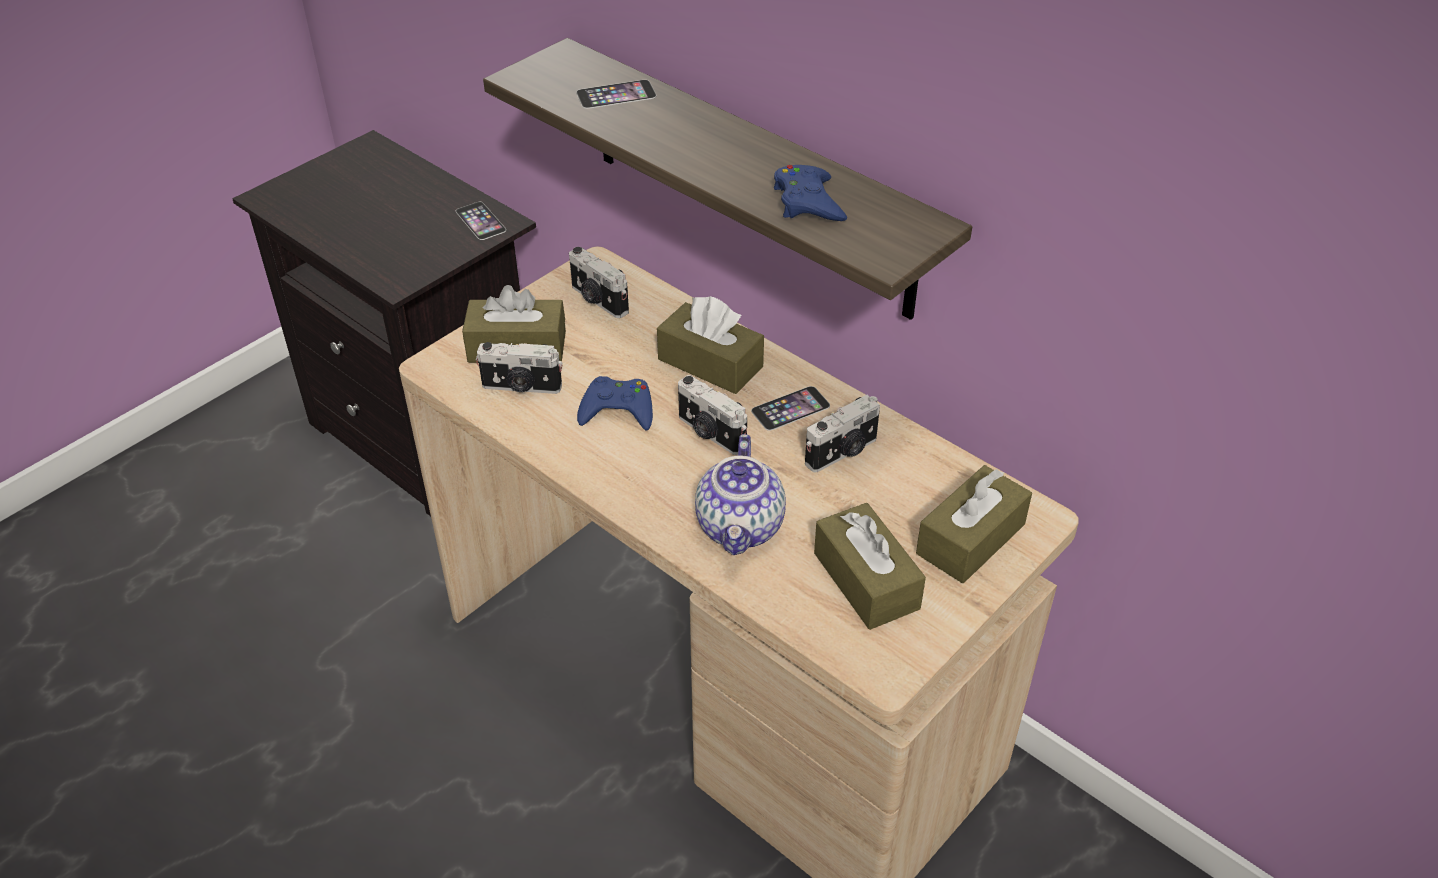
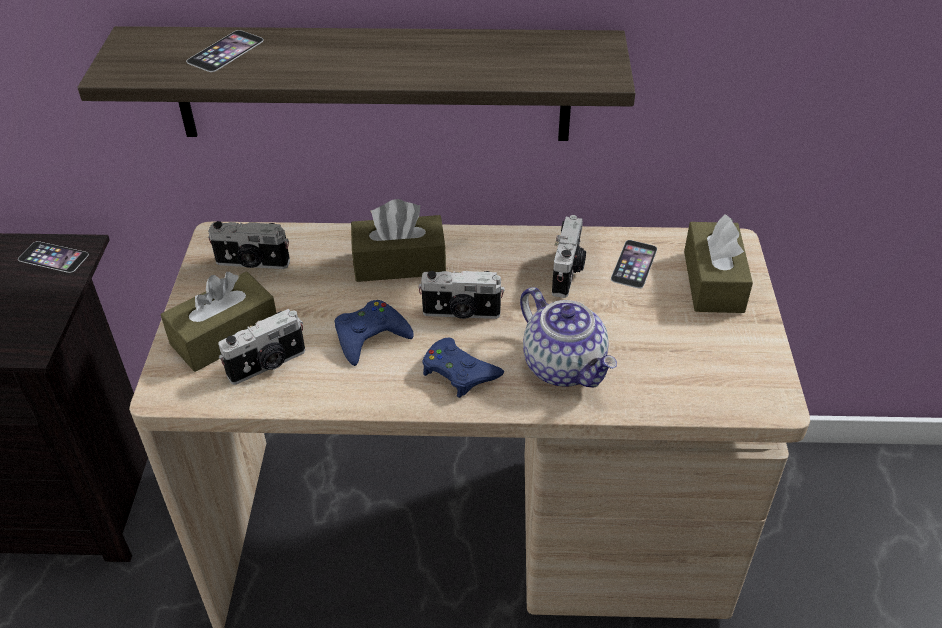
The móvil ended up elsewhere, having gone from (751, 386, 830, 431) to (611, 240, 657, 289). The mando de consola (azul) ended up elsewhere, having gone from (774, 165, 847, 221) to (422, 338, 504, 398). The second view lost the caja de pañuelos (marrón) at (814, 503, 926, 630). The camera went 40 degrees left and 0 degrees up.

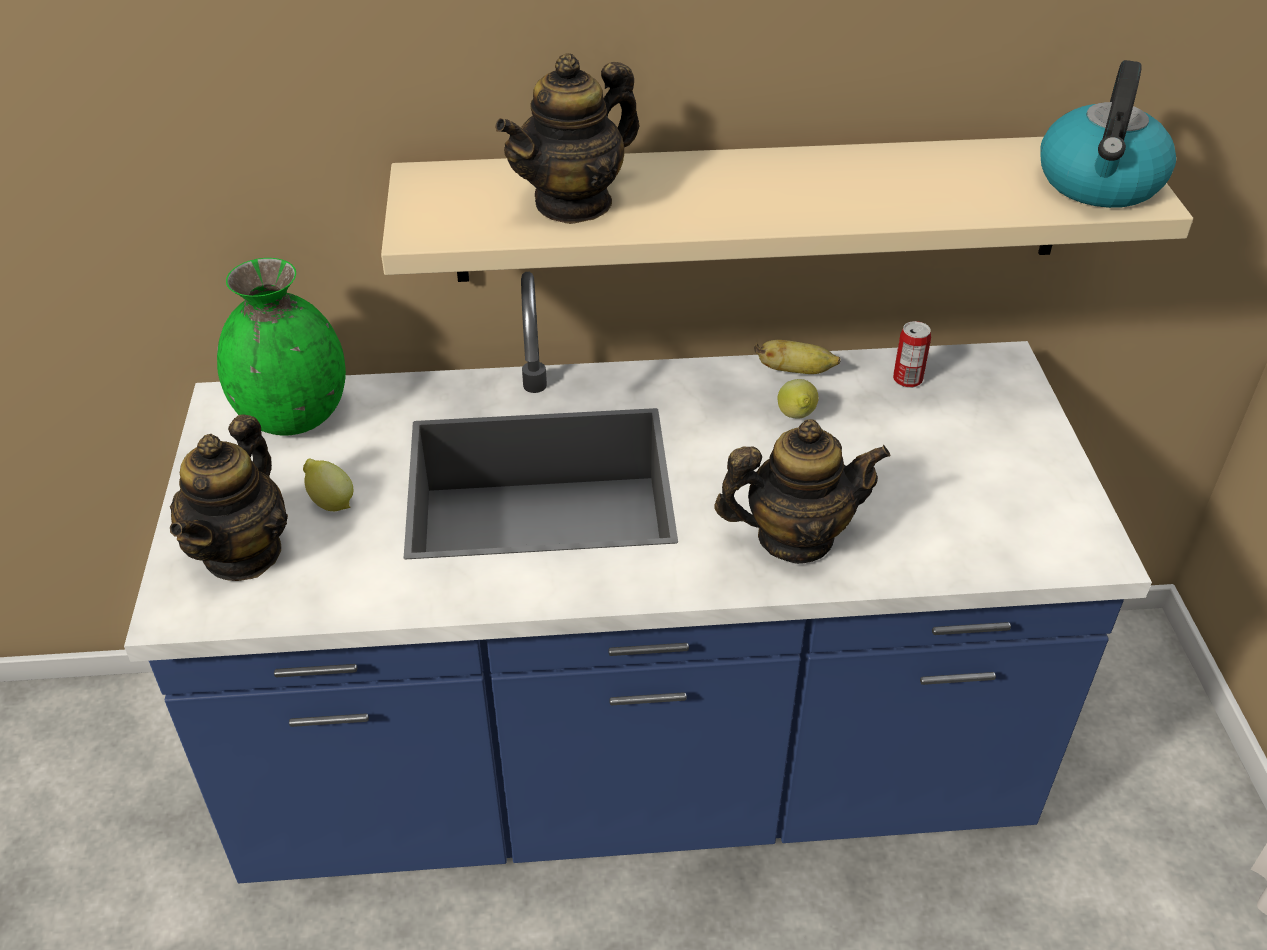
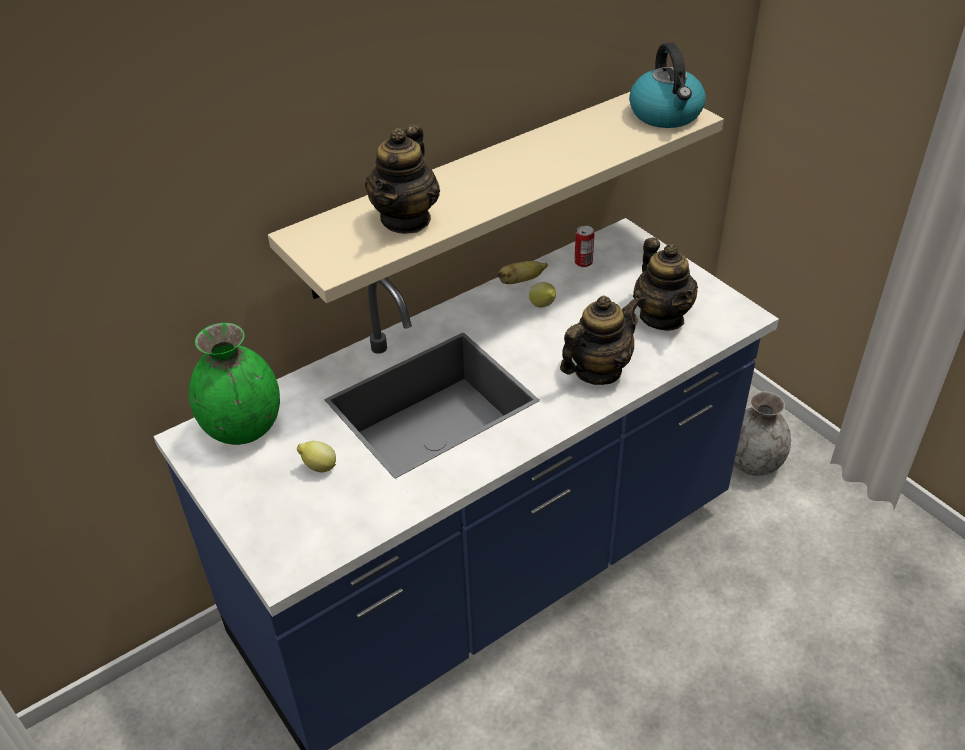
The tetera ended up elsewhere, having gone from (170, 415, 288, 581) to (633, 237, 698, 331). The second view gained the florero (gris) at (734, 392, 791, 476). The camera went 30 degrees left and 0 degrees up.

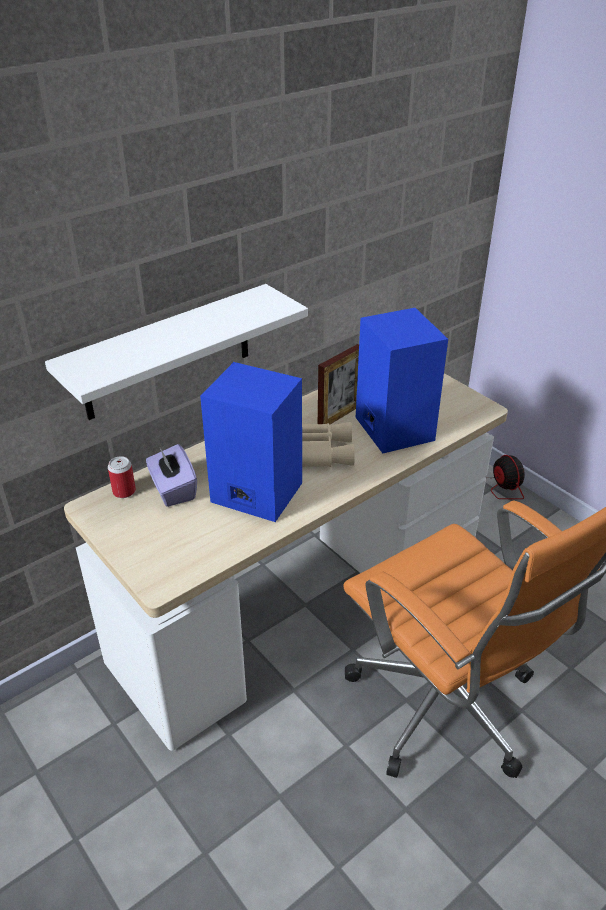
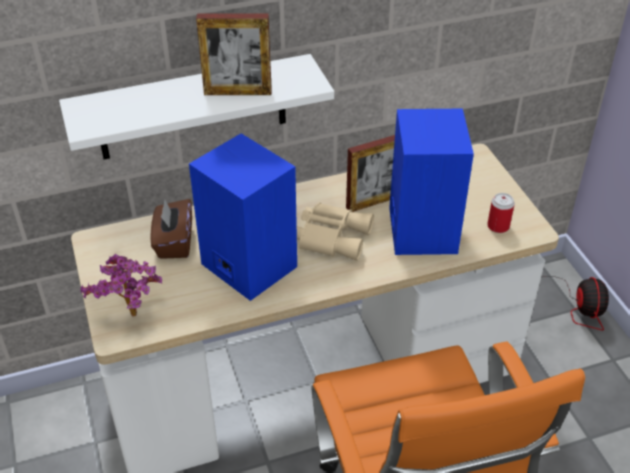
The lata ended up elsewhere, having gone from (108, 456, 136, 498) to (487, 193, 515, 233). What was the caja de pañuelos (morado) at (146, 444, 197, 507) turned into the caja de pañuelos (marrón) at (150, 199, 192, 259). The second view gained the planta en maceta at (81, 254, 162, 317). The second view gained the portarretratos at (196, 14, 272, 95). The camera went 20 degrees right and 5 degrees up.

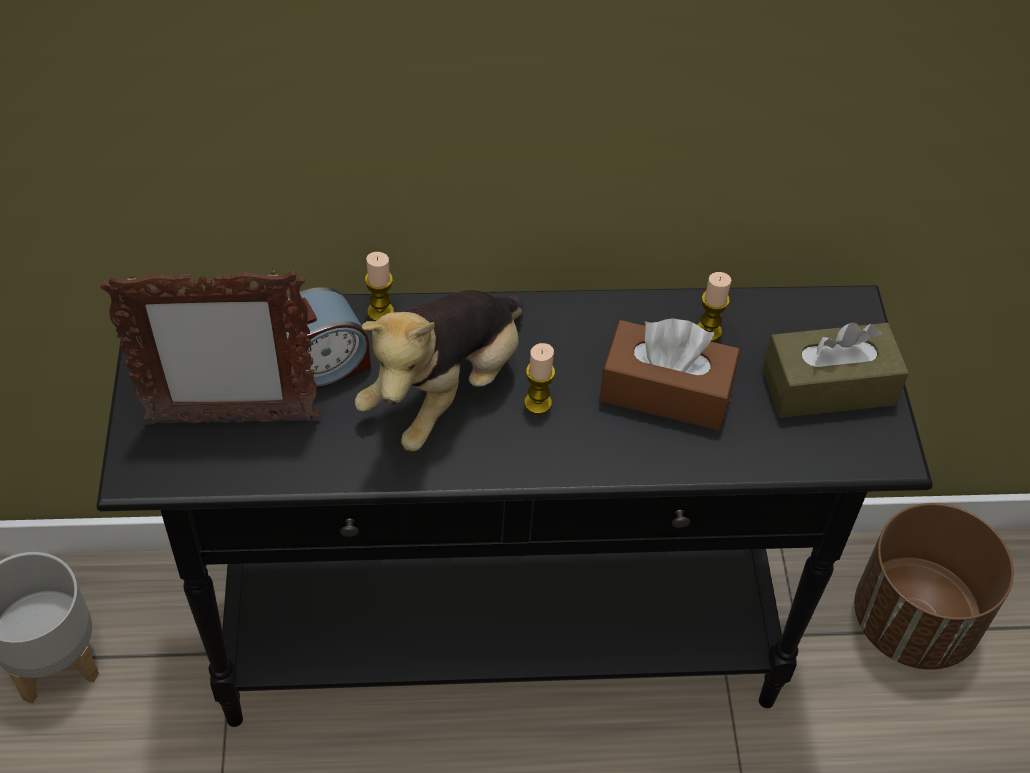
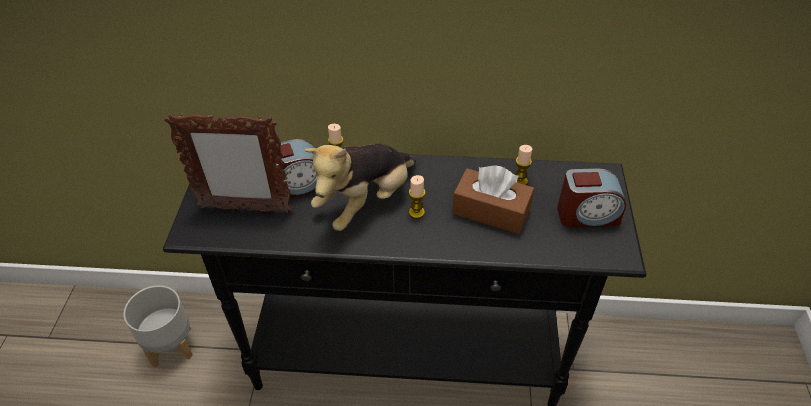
Where the caja de pañuelos (marrón) stood at (762, 323, 909, 418), the despertador came to stand at (557, 168, 626, 227). The second view lost the maceta (marrón) at (855, 503, 1014, 670). The camera went 10 degrees right and 5 degrees down.

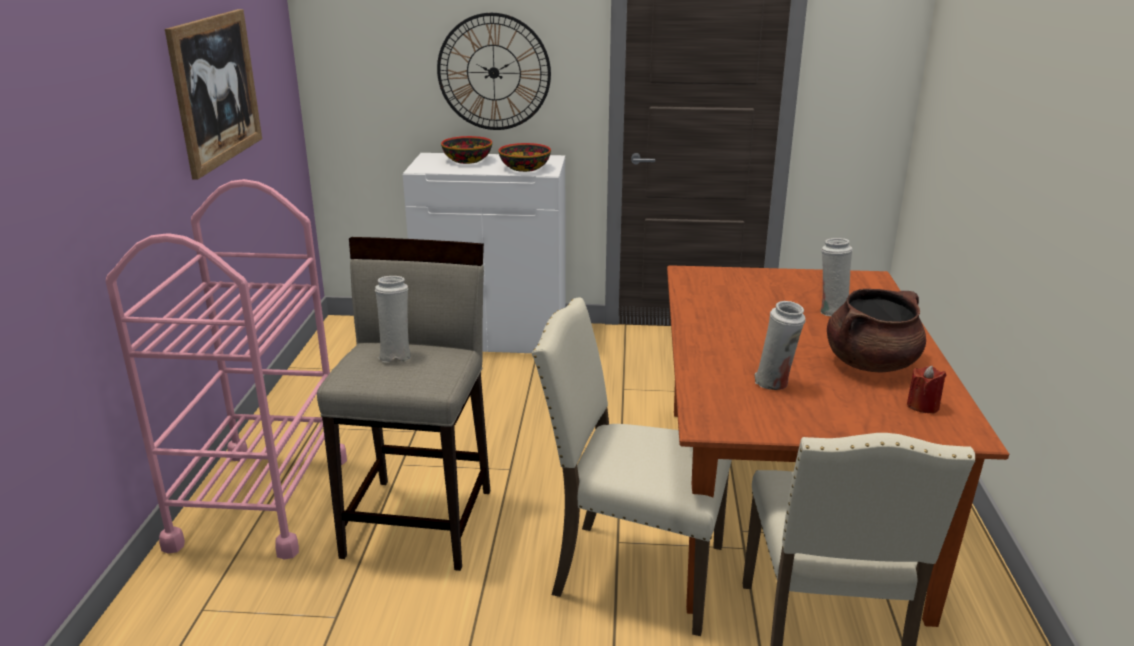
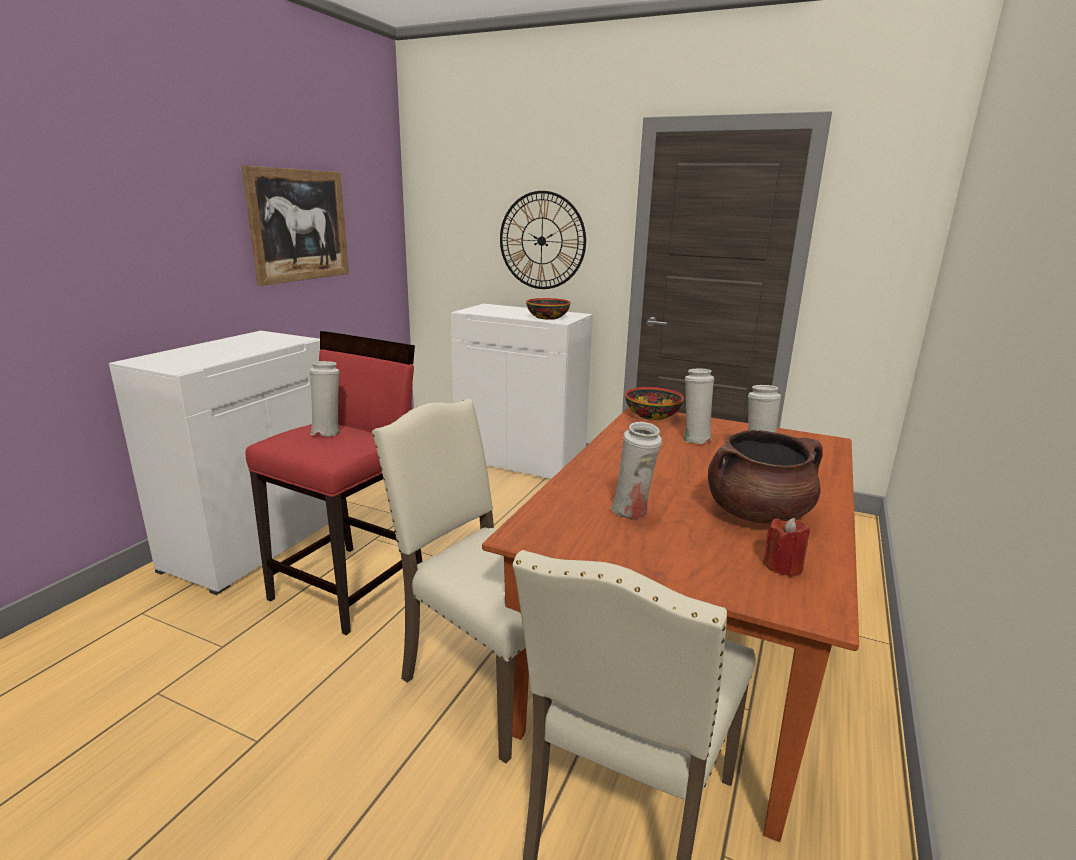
Where the carrito (rosa) stood at (106, 179, 347, 559), the armario (blanco) came to stand at (109, 331, 329, 595). What was the taburete (beis) at (317, 237, 490, 571) turned into the taburete (rojo) at (246, 331, 422, 635). The cuenco ended up elsewhere, having gone from (441, 136, 492, 164) to (625, 387, 684, 420). The second view gained the florero (blanco) at (683, 369, 714, 444). The camera went 20 degrees right and 5 degrees down.

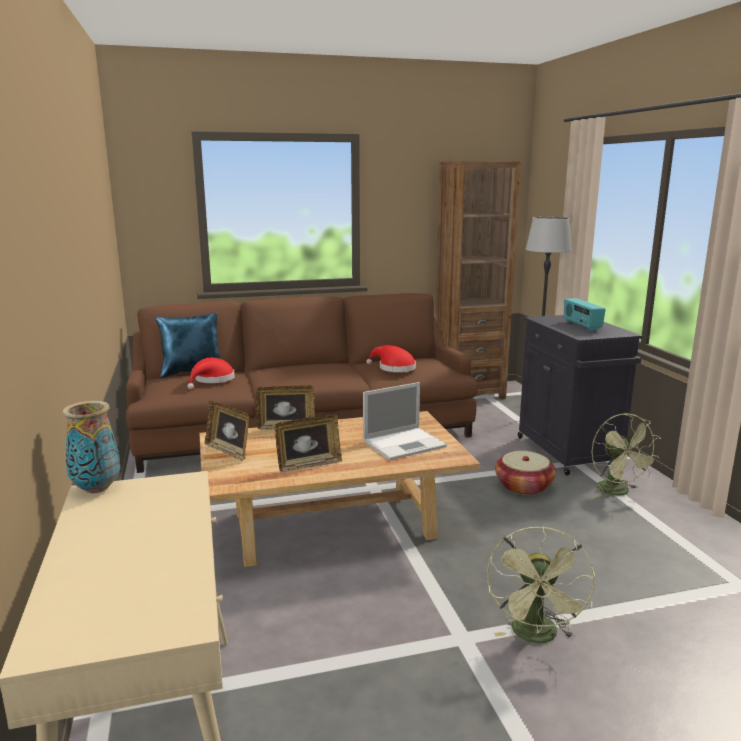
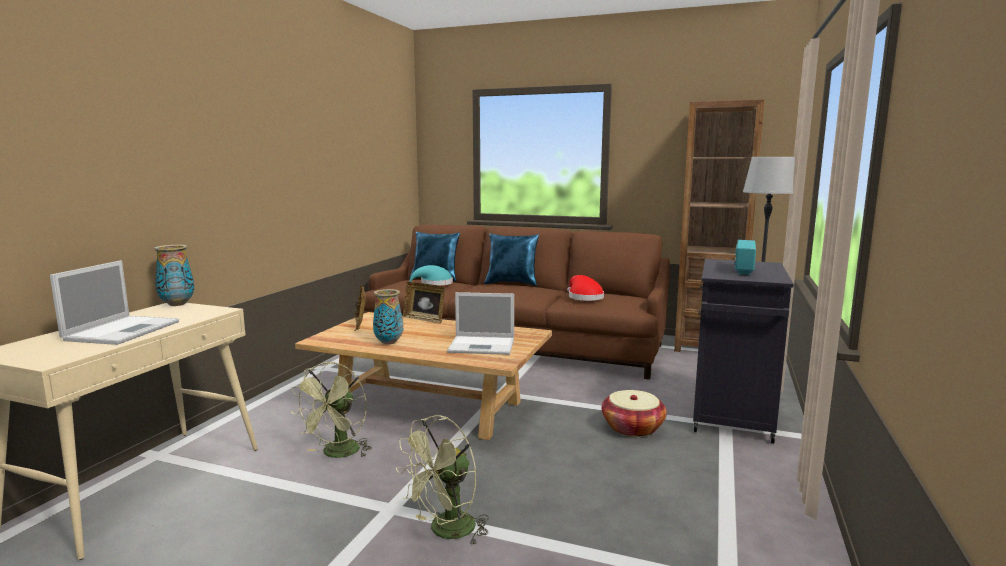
What was the sombrero (rojo) at (188, 358, 235, 389) turned into the sombrero (turquesa) at (409, 265, 453, 286). Where the portarretratos stood at (275, 414, 342, 472), the florero came to stand at (373, 289, 403, 344). The ventilador (verde) ended up elsewhere, having gone from (592, 413, 661, 498) to (290, 362, 372, 458). The second view gained the portátil at (50, 260, 179, 345). The second view gained the cojín (azul) at (484, 234, 539, 286). The camera went 35 degrees right and 5 degrees down.

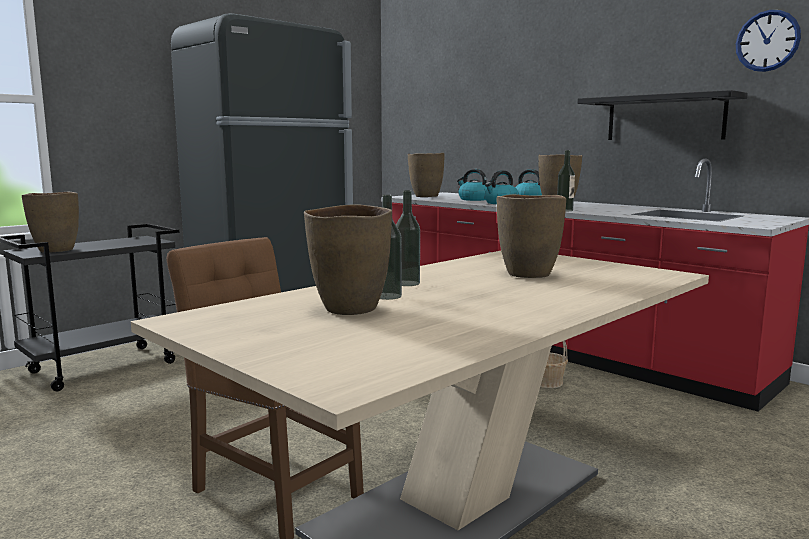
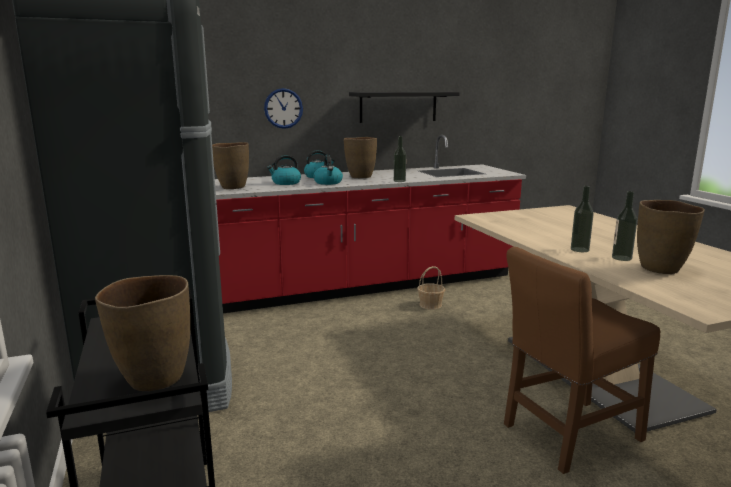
The second view lost the florero (marrón) at (497, 194, 566, 278). The reloj de pared ended up elsewhere, having gone from (736, 10, 801, 72) to (264, 88, 303, 129). The camera went 65 degrees left and 5 degrees up.

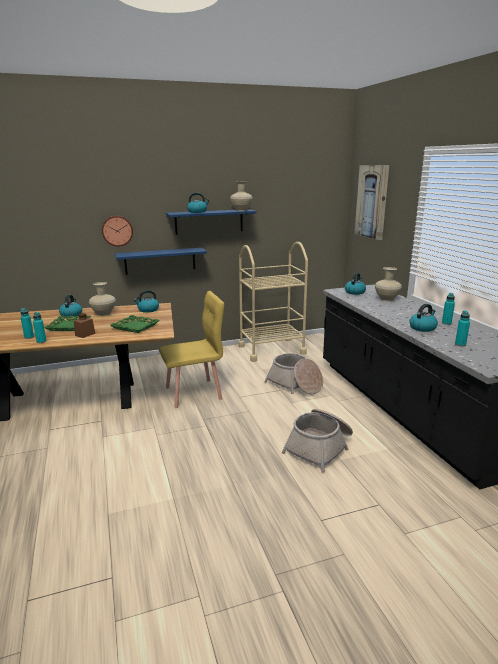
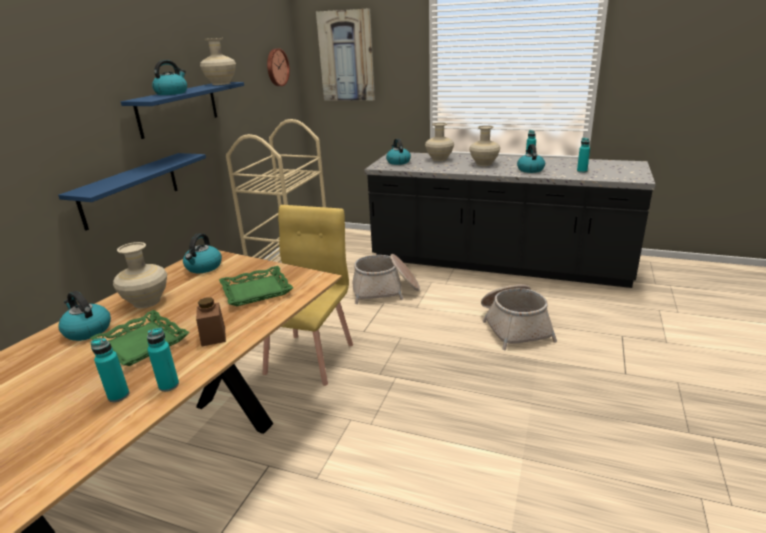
The reloj de pared ended up elsewhere, having gone from (102, 216, 133, 247) to (267, 48, 290, 86). The second view gained the florero (beis) at (469, 125, 500, 166). The camera went 50 degrees left and 5 degrees up.

